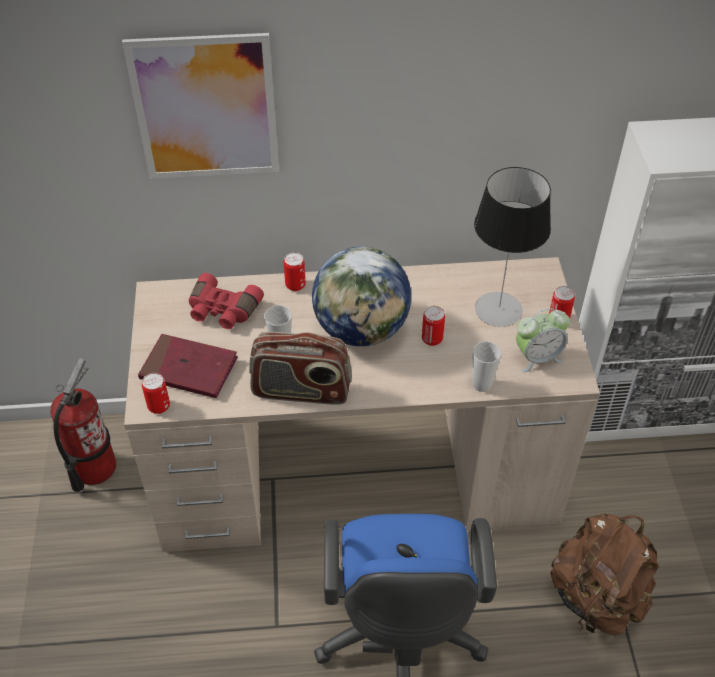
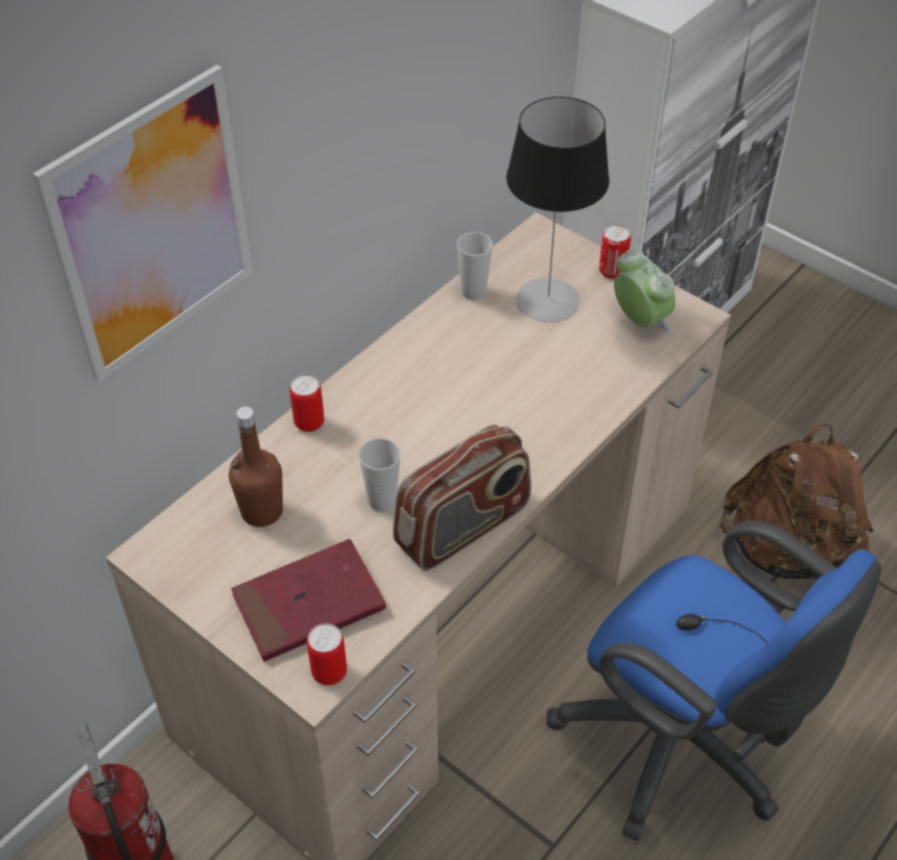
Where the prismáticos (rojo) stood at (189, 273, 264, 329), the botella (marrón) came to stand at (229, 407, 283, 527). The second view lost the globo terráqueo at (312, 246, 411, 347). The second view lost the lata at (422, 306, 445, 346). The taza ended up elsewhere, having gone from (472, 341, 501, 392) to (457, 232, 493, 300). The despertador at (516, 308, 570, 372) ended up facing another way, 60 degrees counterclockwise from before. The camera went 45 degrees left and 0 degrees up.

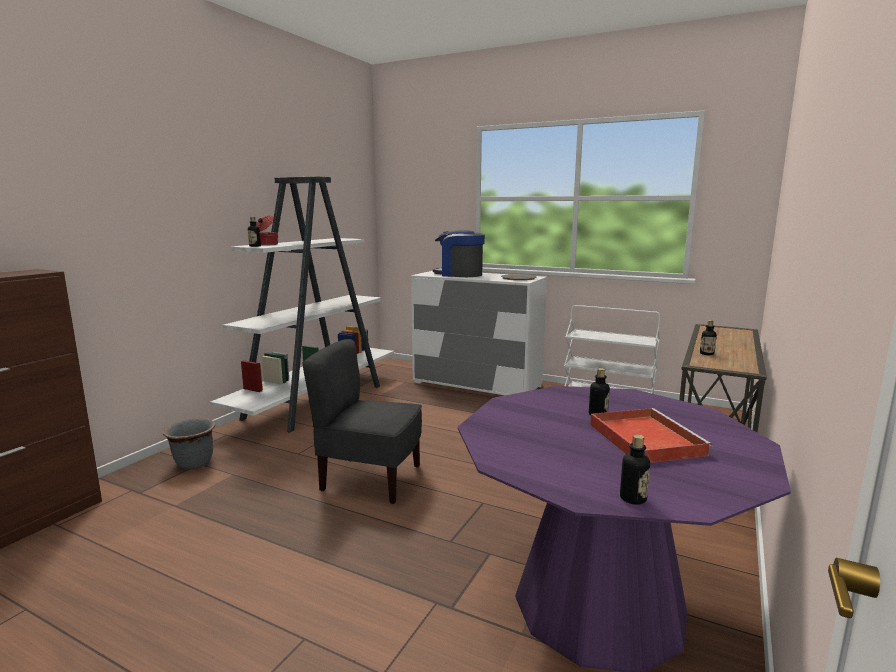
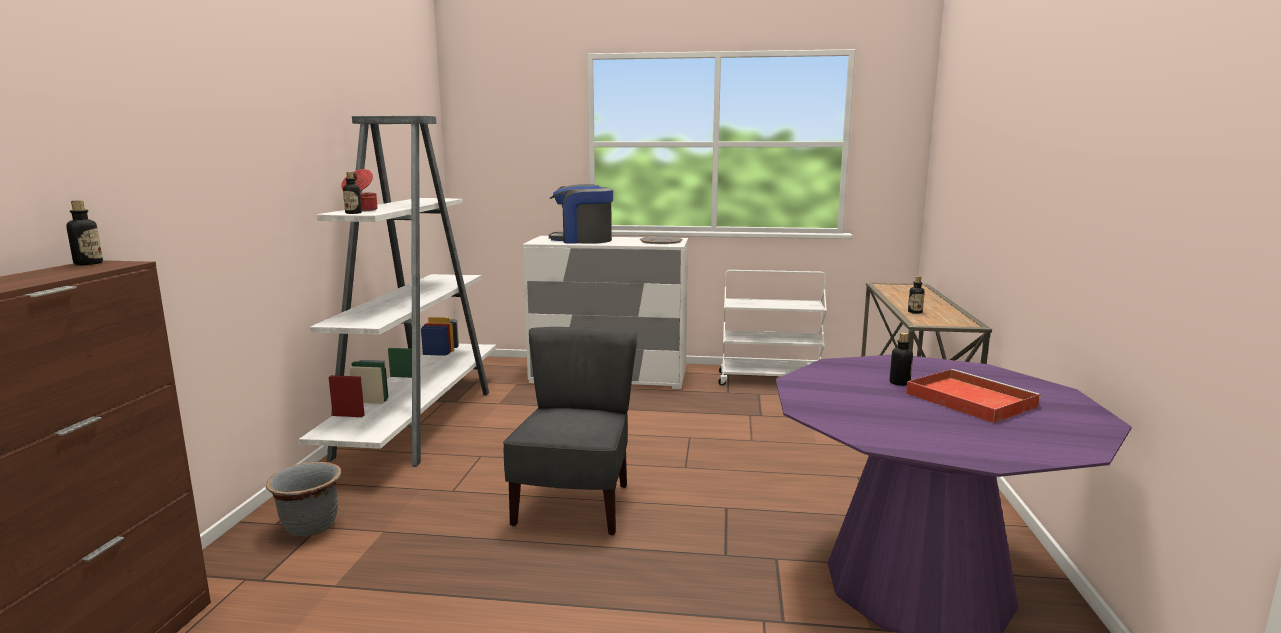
The silla (gris) at (303, 339, 422, 504) ended up facing another way, 105 degrees clockwise from before. The botella ended up elsewhere, having gone from (620, 434, 650, 505) to (66, 201, 103, 265). The camera went 20 degrees left and 0 degrees up.

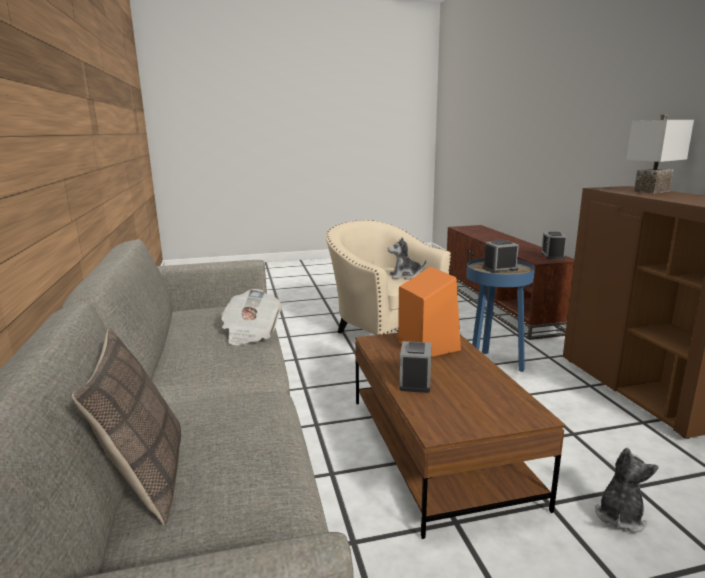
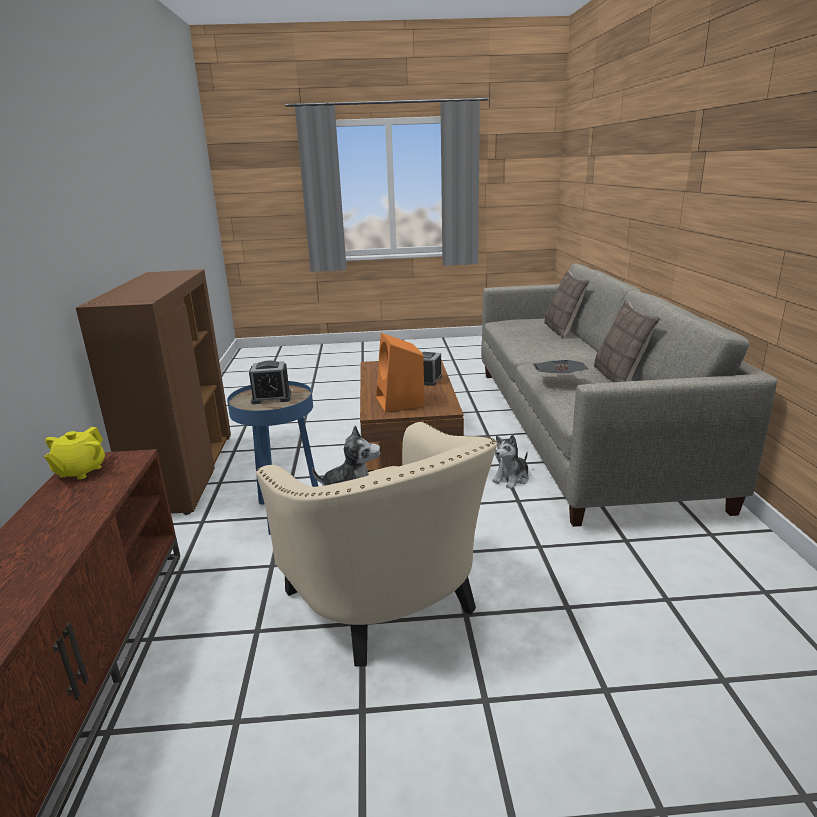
Where the despertador stood at (541, 232, 567, 259), the tetera (amarillo) came to stand at (44, 427, 105, 480). The peluche ended up elsewhere, having gone from (595, 448, 659, 533) to (492, 435, 529, 489). The second view lost the lámpara de mesa (blanco) at (626, 115, 694, 194). The second view gained the cojín at (594, 300, 661, 382). The camera went 170 degrees left and 5 degrees up.

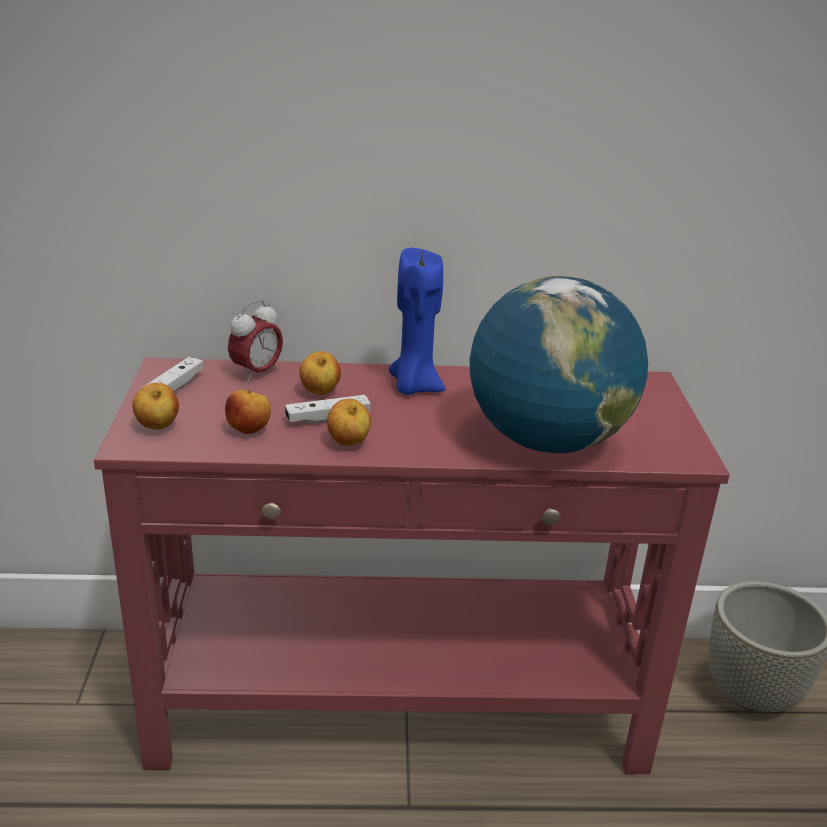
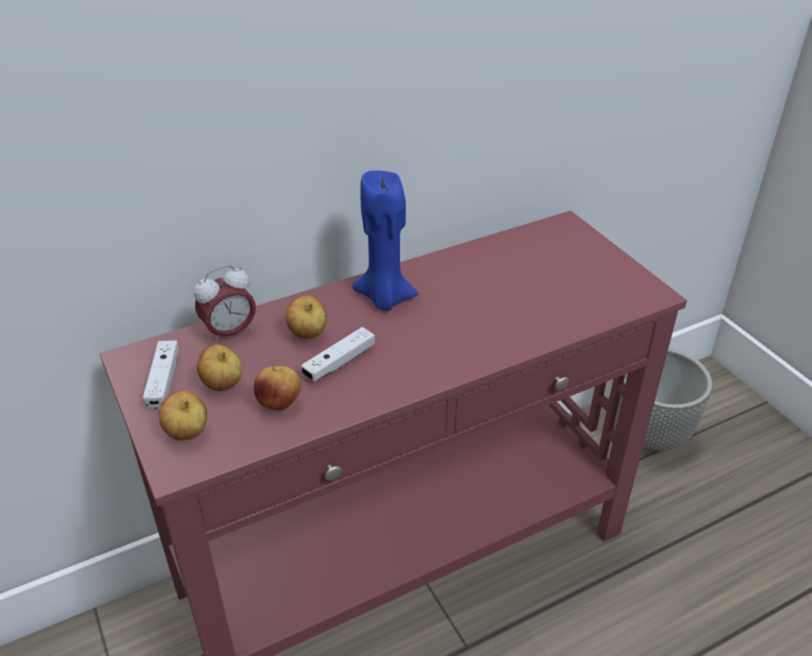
The despertador at (228, 300, 283, 382) ended up facing another way, 45 degrees clockwise from before. The manzana ended up elsewhere, having gone from (327, 399, 371, 446) to (197, 344, 242, 391). The second view lost the globo terráqueo at (470, 276, 648, 453). The camera went 25 degrees left and 10 degrees up.

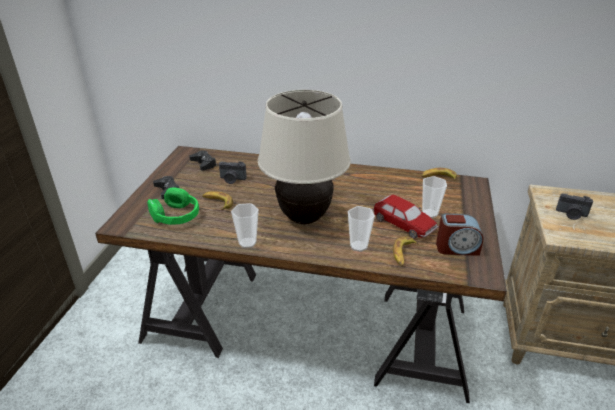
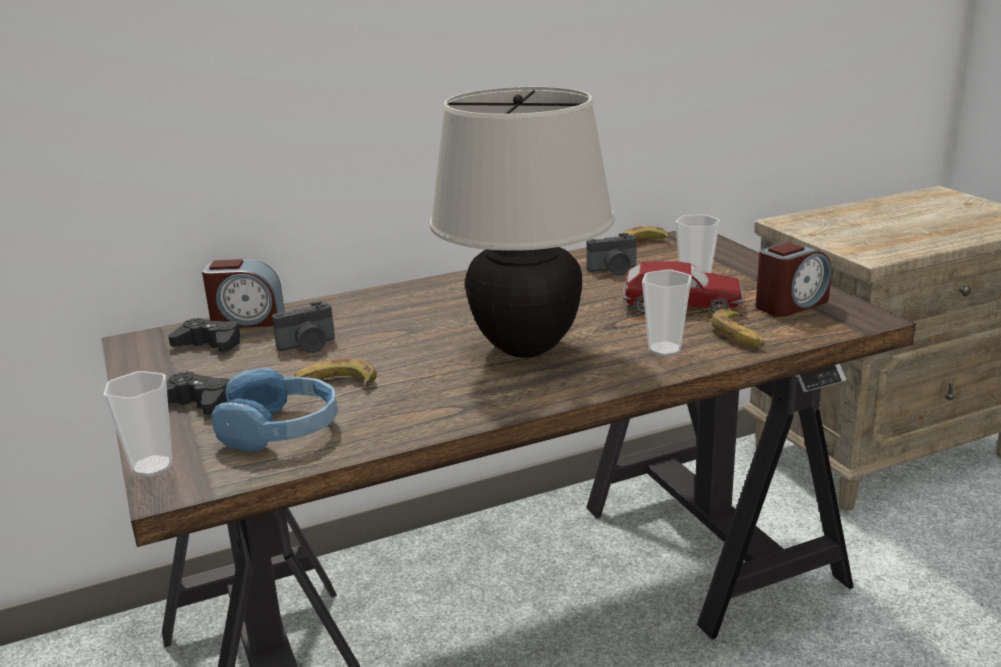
What was the auriculares (verde) at (147, 187, 199, 225) turned into the auriculares (azul) at (211, 368, 338, 452). The taza ended up elsewhere, having gone from (231, 203, 259, 248) to (103, 371, 172, 477). The cámara ended up elsewhere, having gone from (556, 193, 593, 220) to (586, 233, 637, 275). The second view gained the despertador at (202, 259, 285, 328). The camera went 35 degrees left and 10 degrees down.

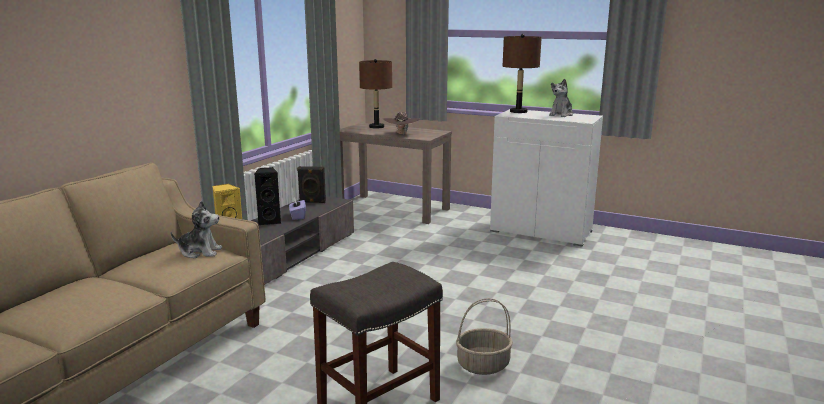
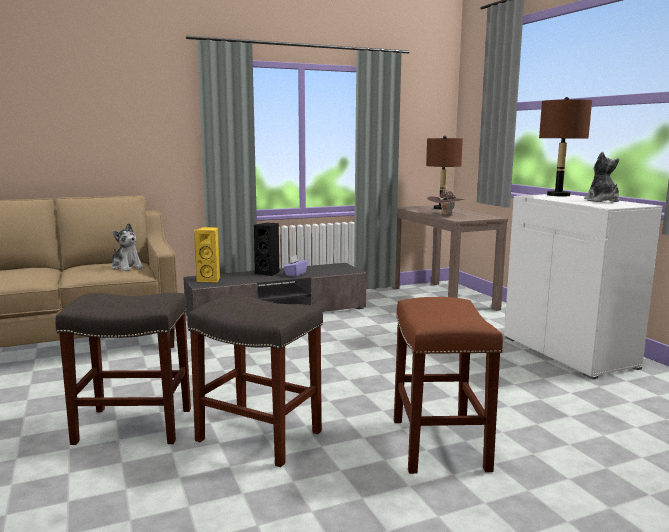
The second view lost the altavoz (negro) at (297, 166, 326, 203). Where the cesta stood at (456, 298, 513, 375), the taburete (gris) came to stand at (187, 294, 323, 467). The peluche at (549, 79, 573, 117) ended up facing another way, 105 degrees clockwise from before. The second view gained the taburete (marrón) at (394, 297, 503, 474). The camera went 40 degrees right and 5 degrees down.

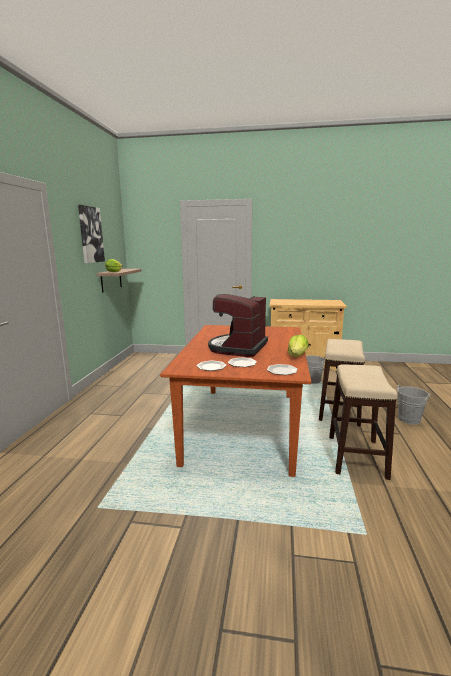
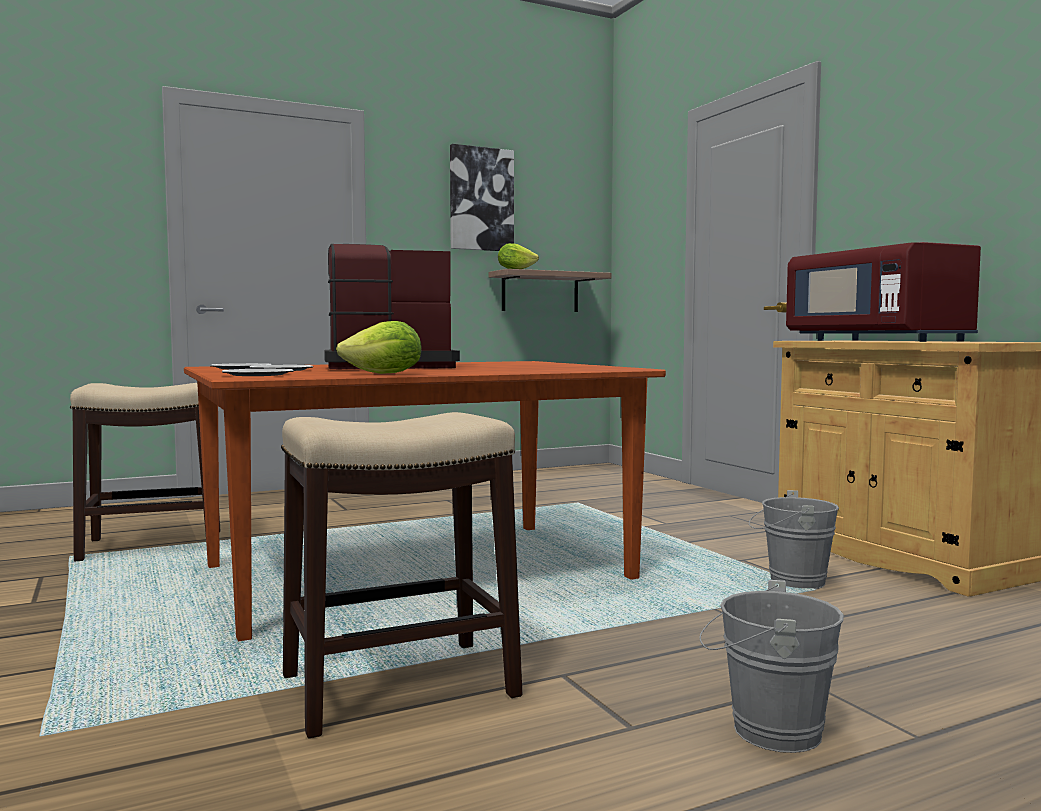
The taburete ended up elsewhere, having gone from (319, 339, 365, 426) to (70, 383, 220, 562). The second view gained the microondas (rojo) at (786, 242, 981, 342). The camera went 55 degrees right and 10 degrees down.

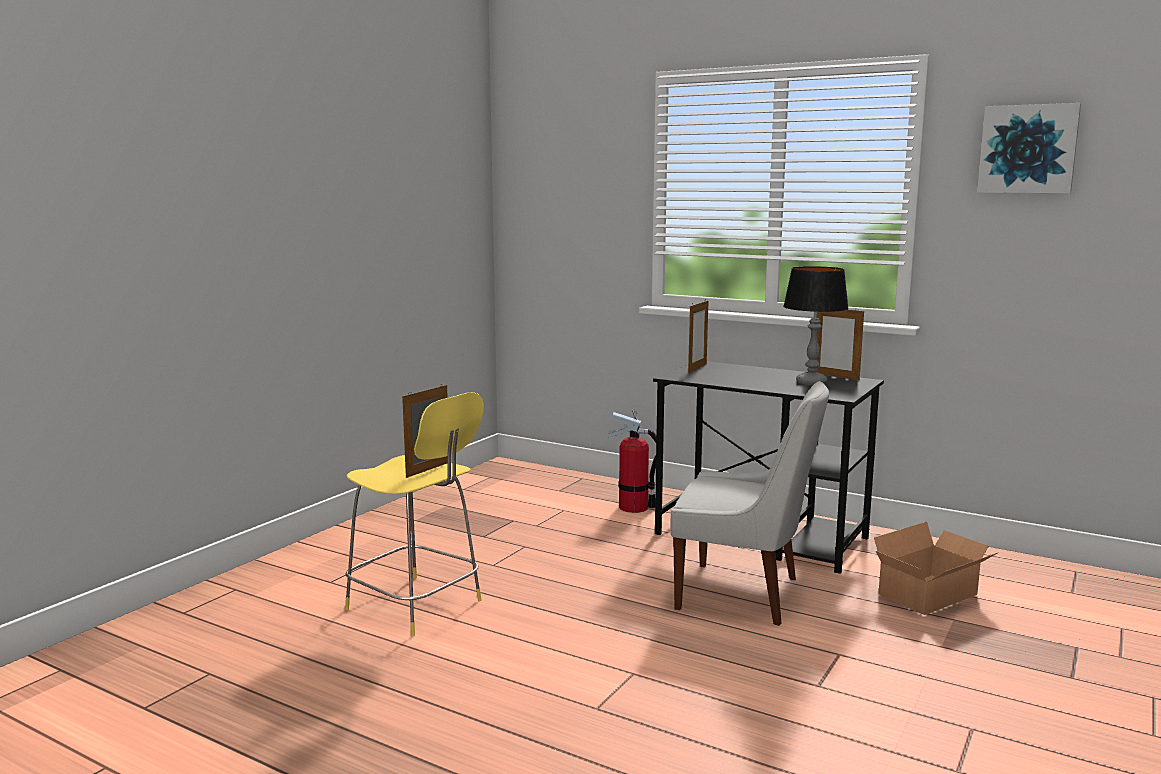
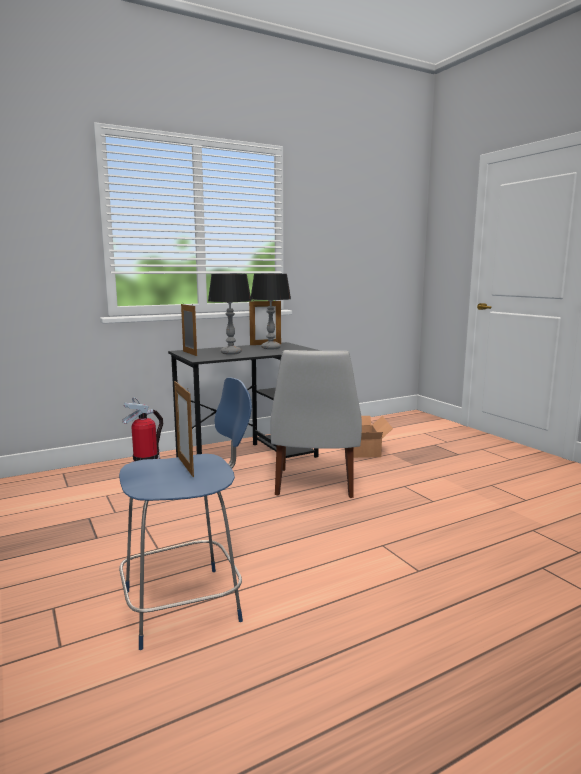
What was the taburete (amarillo) at (345, 392, 484, 637) turned into the taburete (azul) at (119, 378, 252, 650). The silla (blanco) at (671, 381, 829, 626) ended up facing another way, 135 degrees clockwise from before. The second view lost the cuadro at (977, 103, 1081, 193). The second view gained the lámpara de mesa at (208, 274, 252, 355). The camera went 60 degrees left and 0 degrees up.

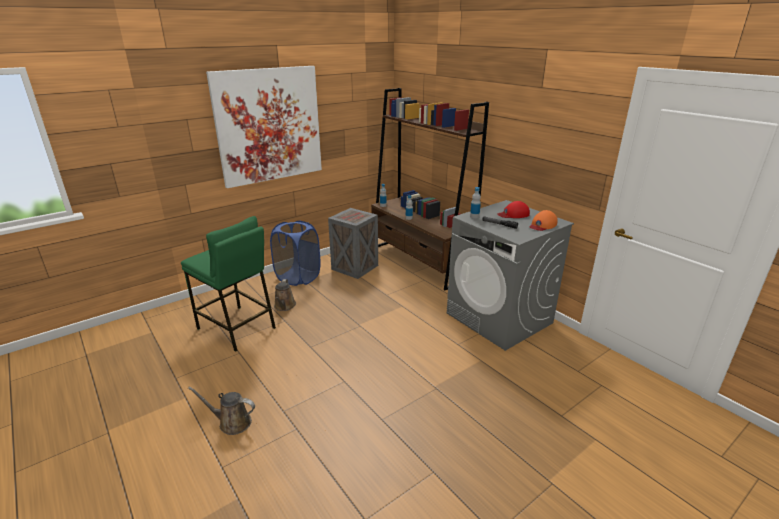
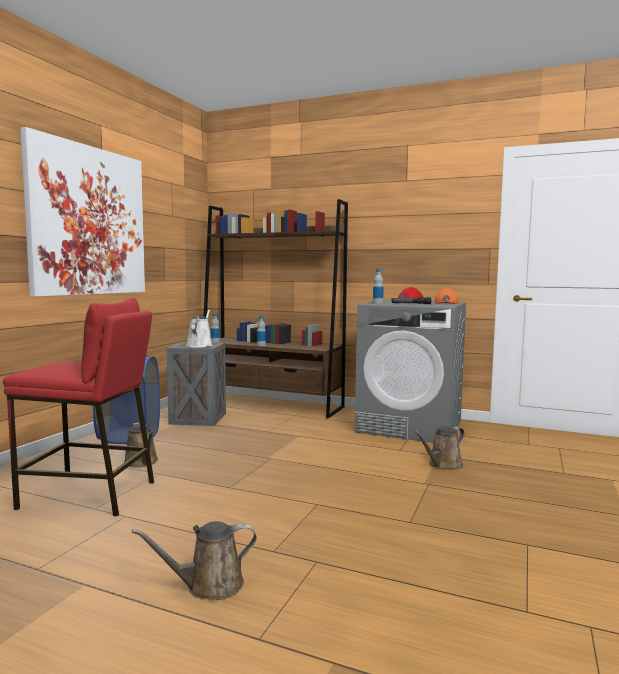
What was the taburete (verde) at (181, 216, 276, 352) turned into the taburete (rojo) at (3, 298, 154, 516). The second view gained the regadera (blanco) at (186, 309, 213, 347). The second view gained the regadera (marrón) at (414, 426, 465, 470). The camera went 30 degrees left and 20 degrees down.

